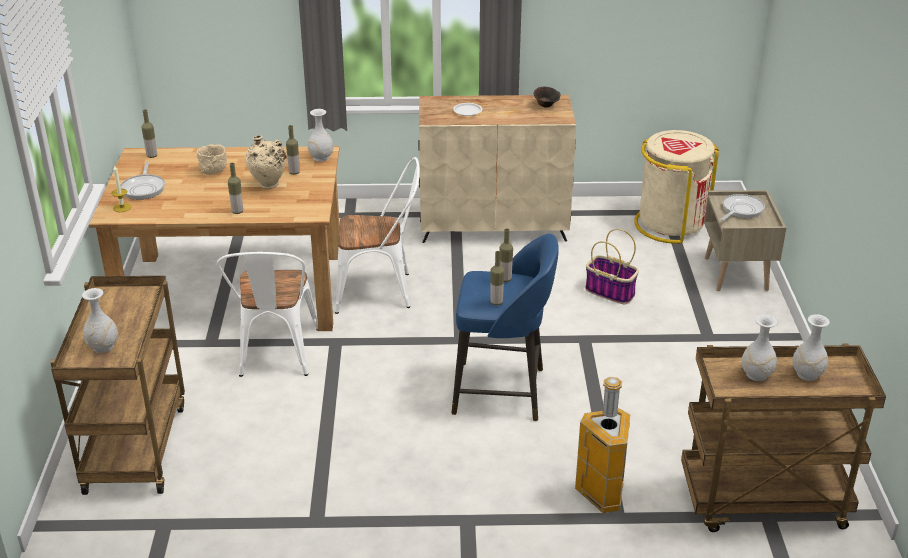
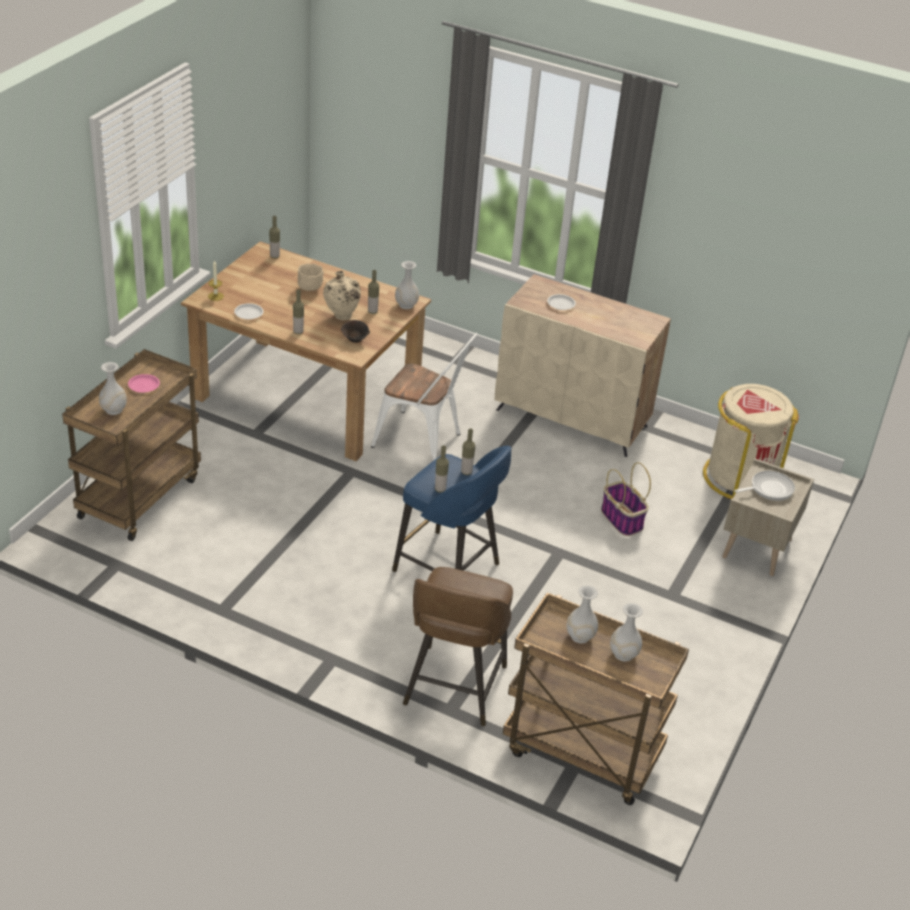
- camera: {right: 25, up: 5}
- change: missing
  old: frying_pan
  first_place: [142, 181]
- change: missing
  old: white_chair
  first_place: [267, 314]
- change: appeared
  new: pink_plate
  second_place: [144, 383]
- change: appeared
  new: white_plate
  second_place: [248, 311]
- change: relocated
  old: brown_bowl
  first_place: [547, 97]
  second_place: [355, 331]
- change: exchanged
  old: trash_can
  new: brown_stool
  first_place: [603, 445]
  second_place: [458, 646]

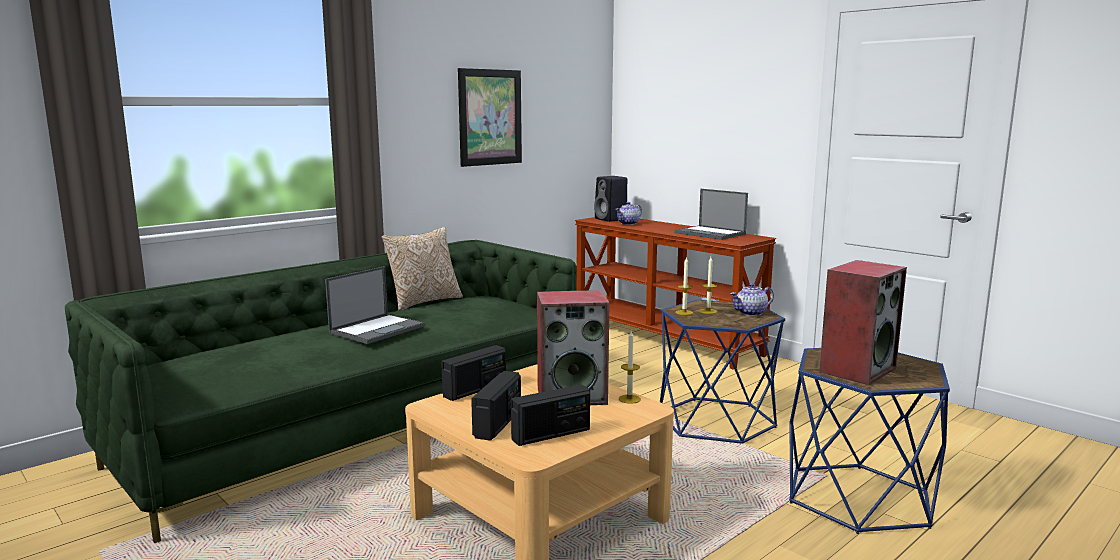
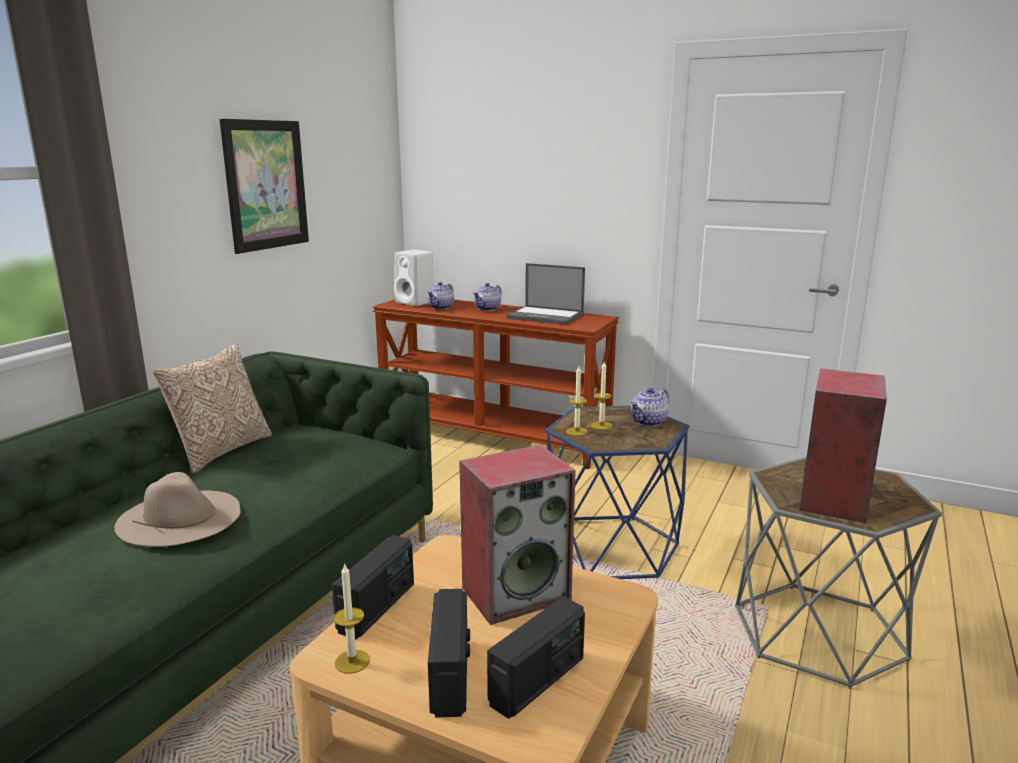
- camera: {right: -20, up: 5}
- change: appeared
  new: teapot
  second_place: [487, 297]
- change: relocated
  old: candle
  first_place: [630, 367]
  second_place: [352, 618]
- change: exchanged
  old: laptop
  new: beige_hat
  first_place: [375, 305]
  second_place: [177, 509]
- change: colour
  old: black_speaker
  new: white_speaker
  first_place: [610, 199]
  second_place: [414, 278]
- change: colour
  old: blue_side_table
  new: grey_side_table
  first_place: [869, 441]
  second_place: [838, 573]

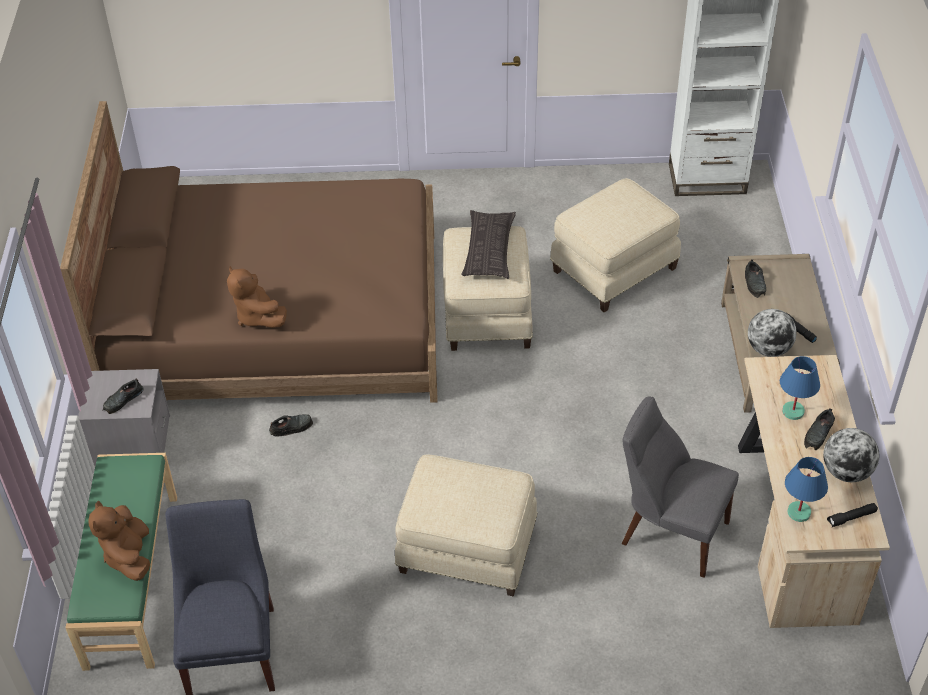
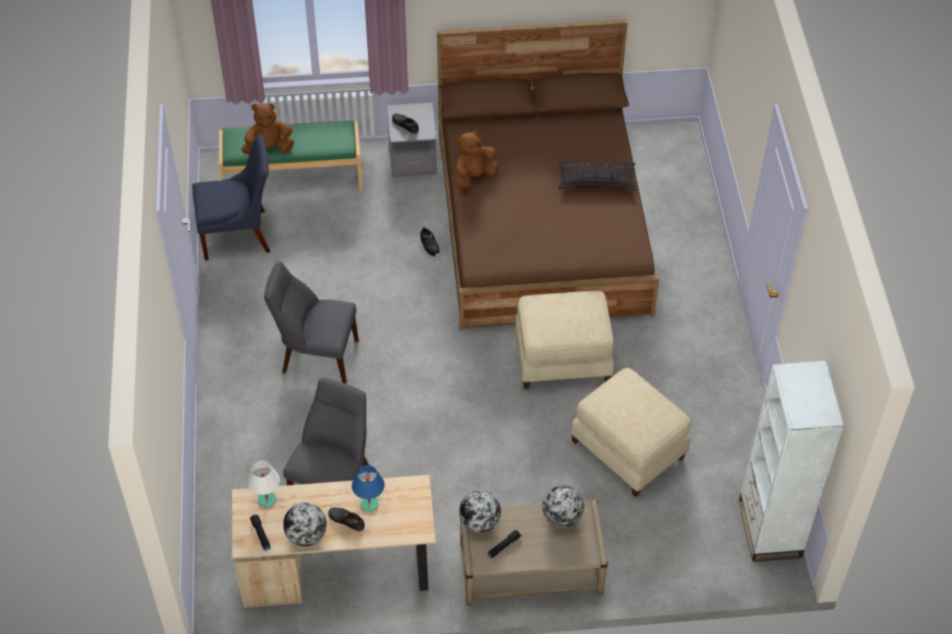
- camera: {right: 85, up: 5}
- change: relocated
  old: pillow
  first_place: [488, 244]
  second_place: [597, 175]
- change: exchanged
  old: beige_ottoman
  new: grey_chair
  first_place: [466, 525]
  second_place: [311, 323]
- change: exchanged
  old: black_shoe
  new: globe
  first_place: [755, 278]
  second_place: [563, 507]
- change: colour
  old: blue_table_lamp
  new: white_table_lamp
  first_place: [806, 489]
  second_place: [263, 484]

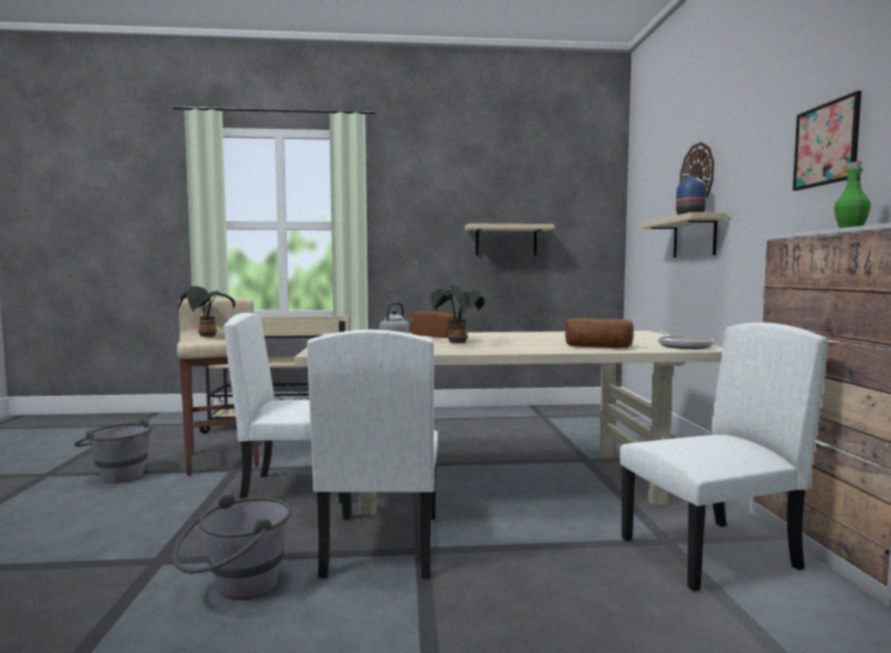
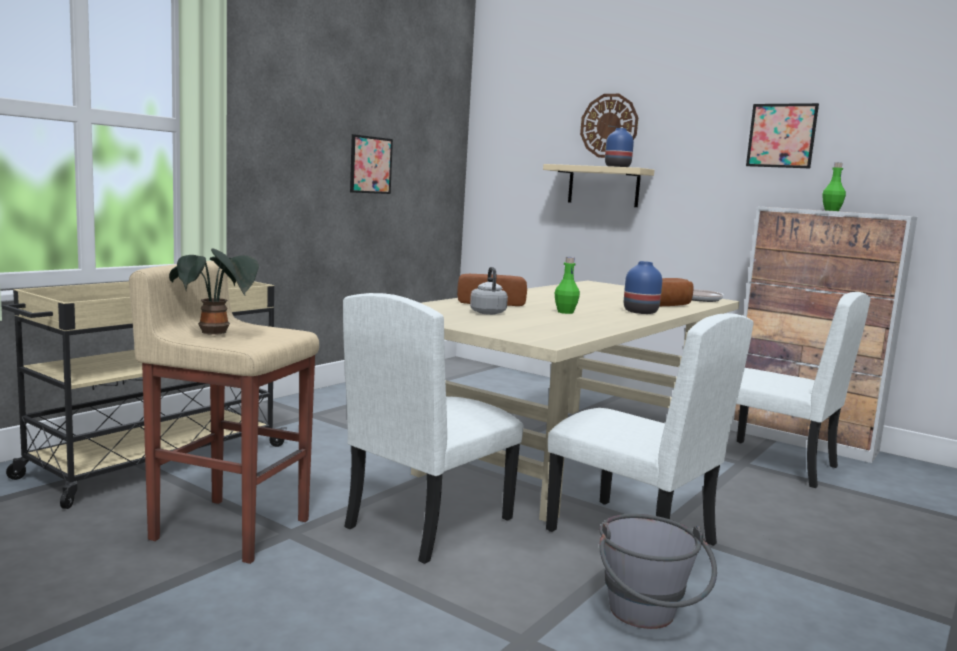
- camera: {right: -50, up: 5}
- change: missing
  old: grey_bucket
  first_place: [113, 450]
- change: appeared
  new: blue_vase
  second_place: [643, 287]
- change: exchanged
  old: potted_plant
  new: green_bottle
  first_place: [458, 313]
  second_place: [567, 285]
- change: exchanged
  old: beige_shelf
  new: picture
  first_place: [509, 239]
  second_place: [371, 164]
- change: spun
  old: white_chair
  first_place: [724, 456]
  second_place: [803, 390]
  degrees: 105

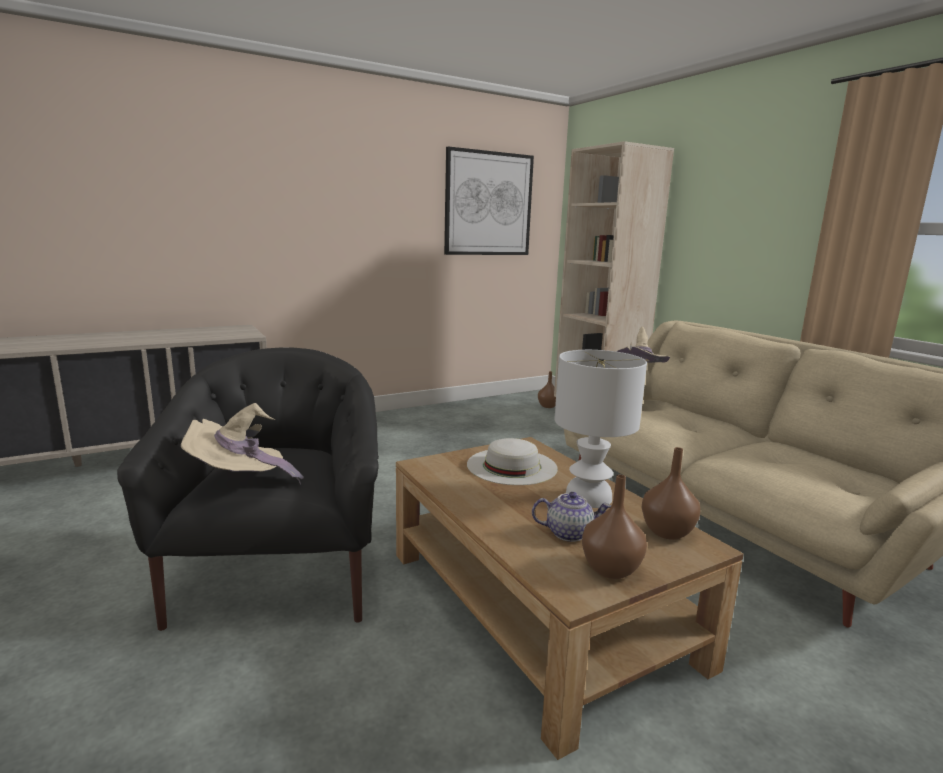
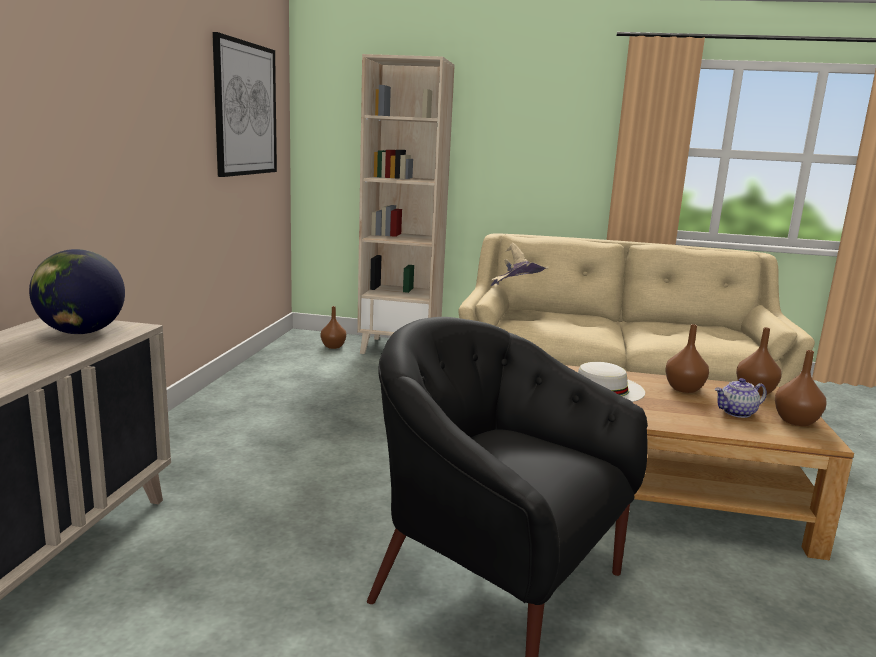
- camera: {right: -50, up: 0}
- change: missing
  old: beige_hat
  first_place: [242, 444]
- change: appeared
  new: globe
  second_place: [77, 291]
- change: exchanged
  old: white_table_lamp
  new: brown_vase
  first_place: [600, 429]
  second_place: [687, 358]
- change: spun
  old: teapot
  first_place: [571, 517]
  second_place: [740, 398]
  degrees: -150

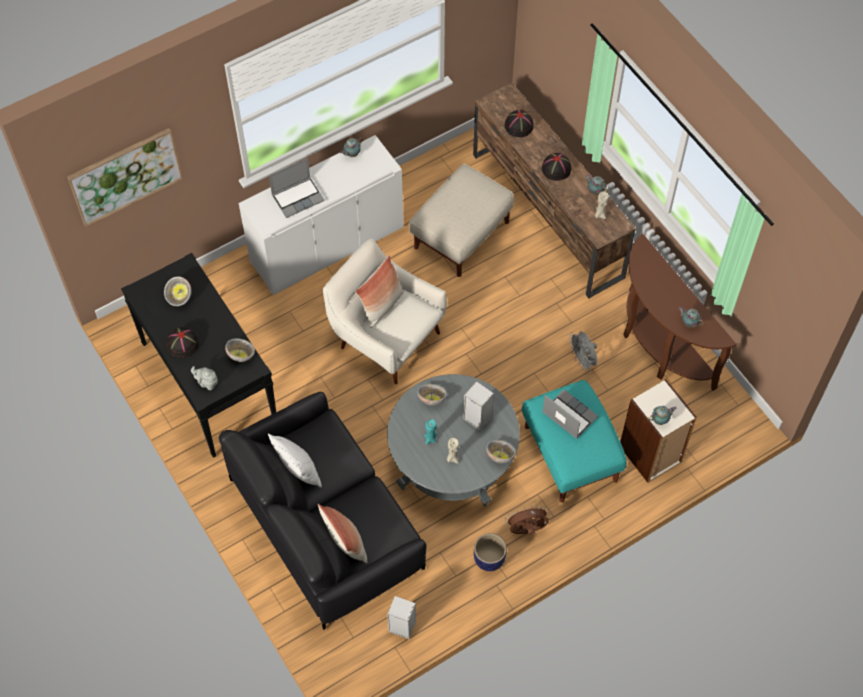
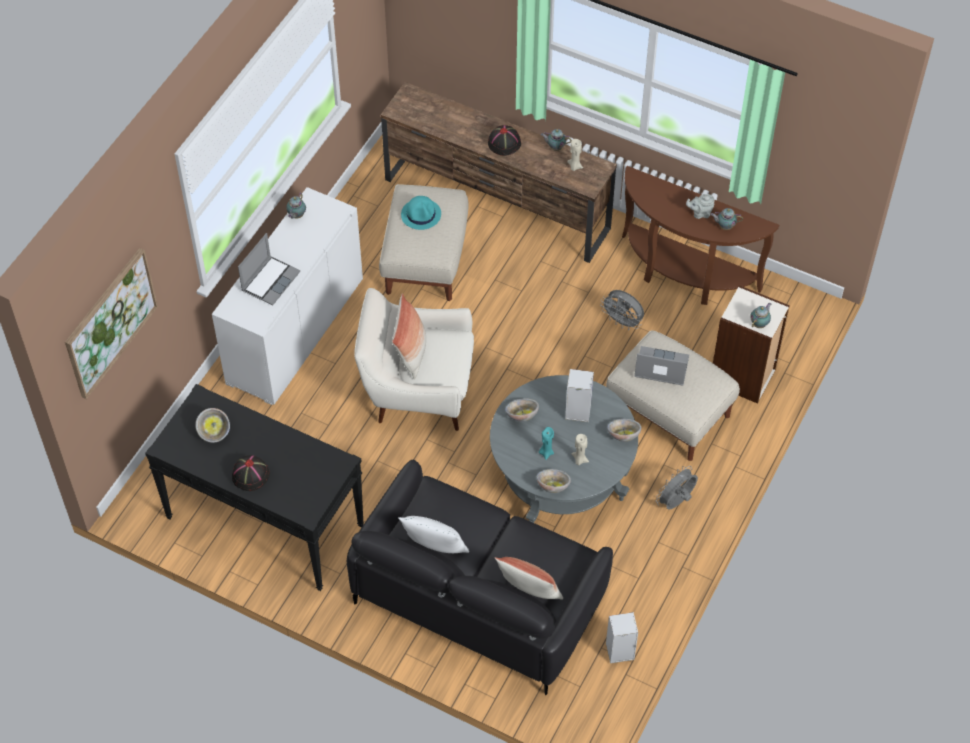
- camera: {right: -30, up: -5}
- change: missing
  old: planter
  first_place: [490, 552]
- change: missing
  old: black_hat
  first_place: [519, 123]
- change: appeared
  new: turquoise_hat
  second_place: [421, 213]
- change: relocated
  old: grey_teapot
  first_place: [204, 378]
  second_place: [700, 206]
- change: relocated
  old: bowl
  first_place: [240, 350]
  second_place: [553, 481]
- change: colour
  old: brown_fan
  new: grey_fan
  first_place: [527, 520]
  second_place: [677, 488]
- change: colour
  old: turquoise_ottoman
  new: beige_ottoman
  first_place: [574, 441]
  second_place: [673, 395]

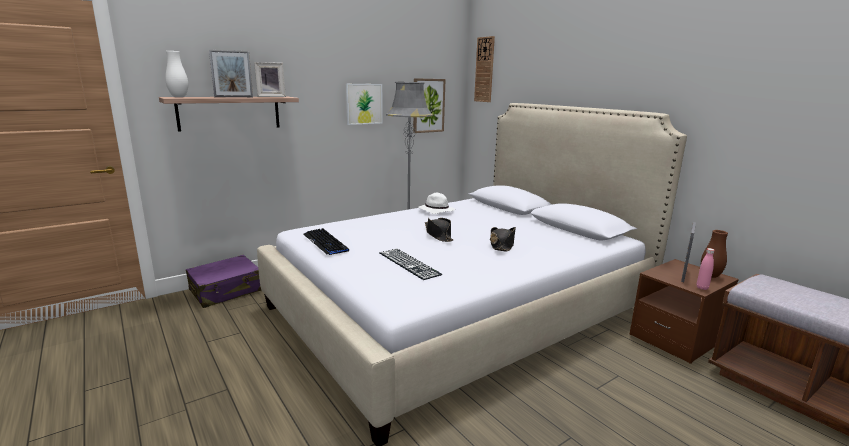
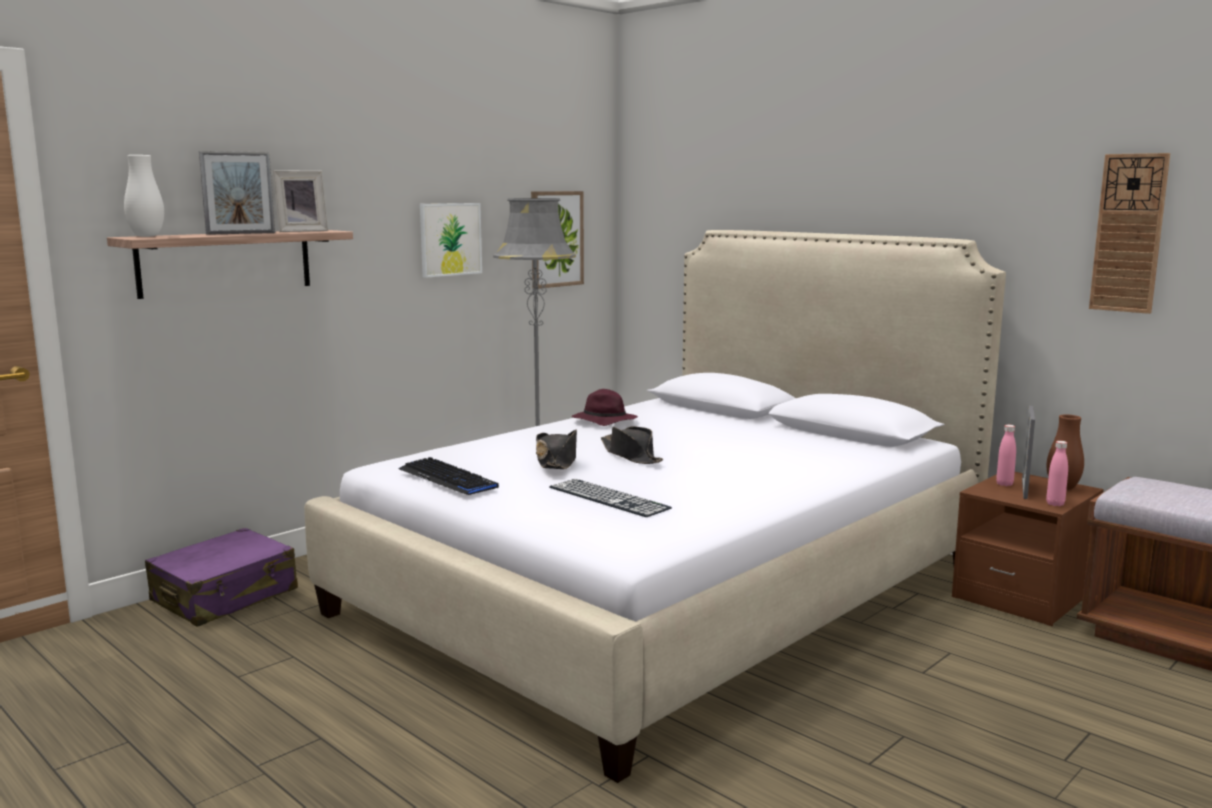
- camera: {right: -10, up: -5}
- change: appeared
  new: pink_bottle
  second_place: [1006, 455]
- change: relocated
  old: wall_clock
  first_place: [484, 69]
  second_place: [1129, 233]
- change: relocated
  old: black_hat
  first_place: [503, 239]
  second_place: [556, 449]
- change: colour
  old: white_hat
  new: purple_hat
  first_place: [436, 203]
  second_place: [605, 407]

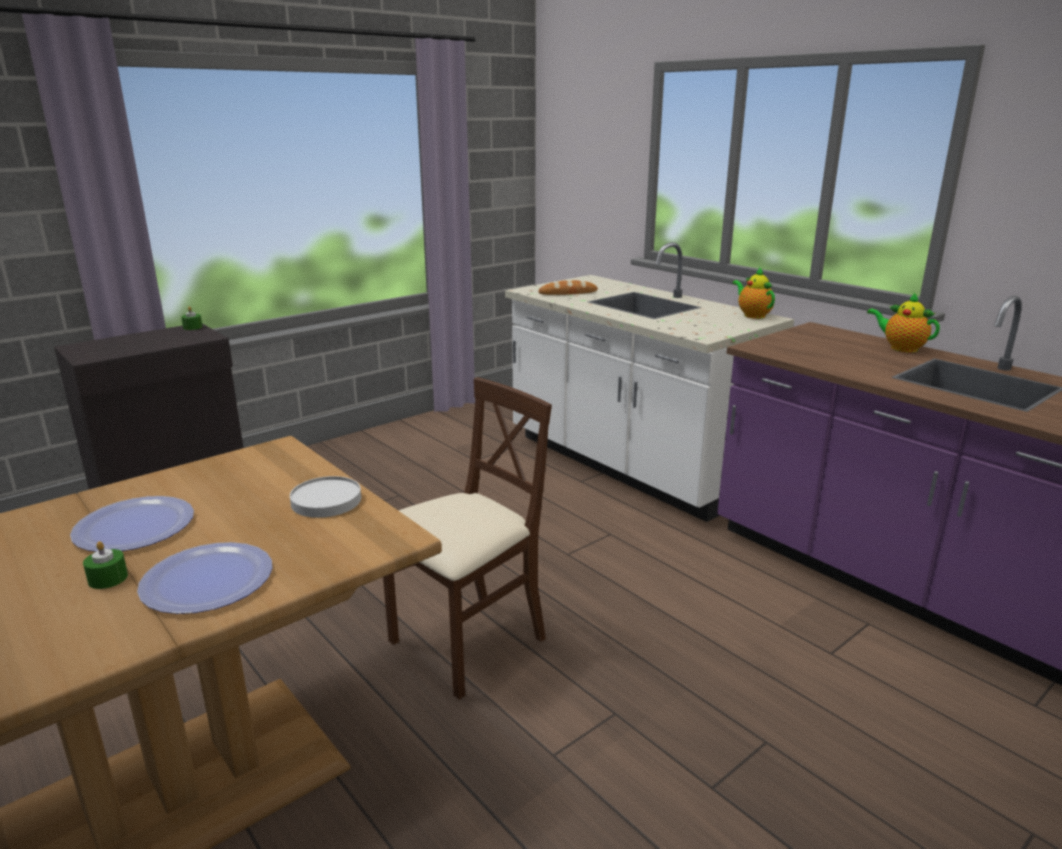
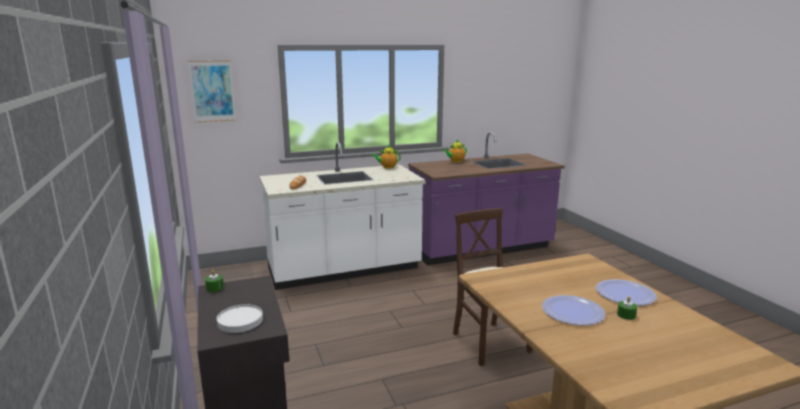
- camera: {right: -70, up: -5}
- change: appeared
  new: picture
  second_place: [212, 91]
- change: relocated
  old: white_plate
  first_place: [325, 497]
  second_place: [240, 318]

